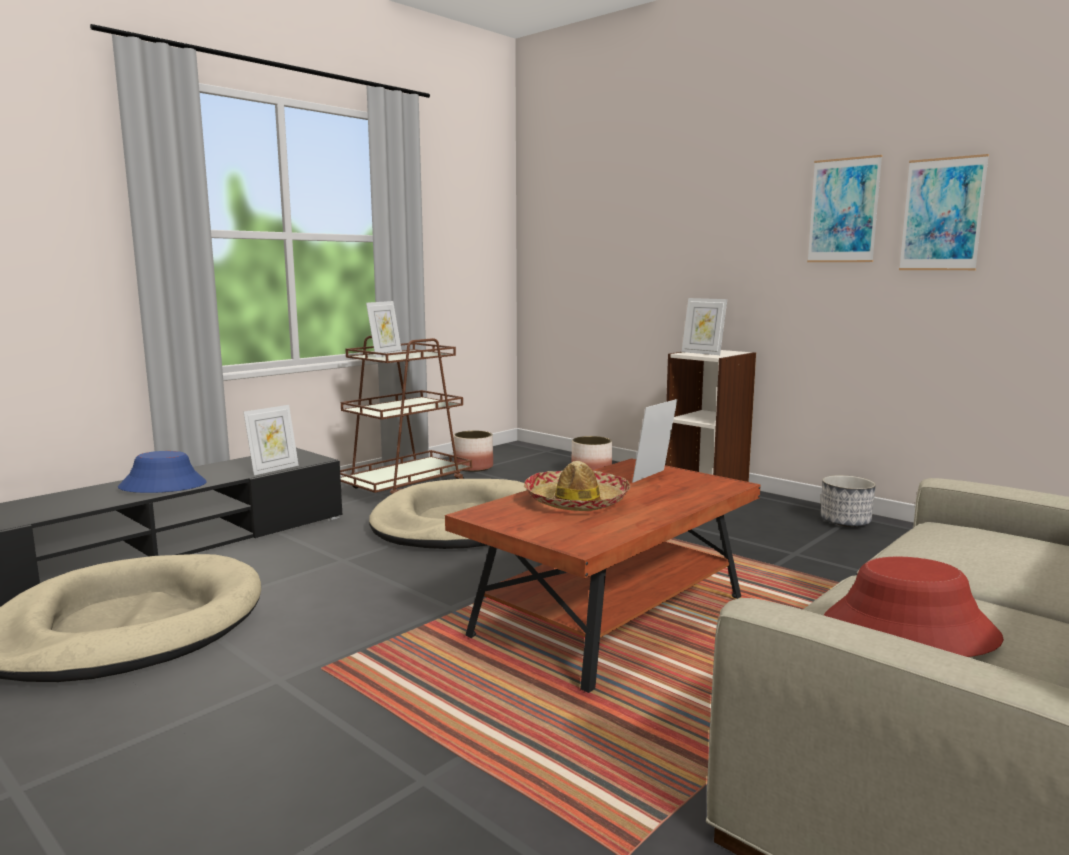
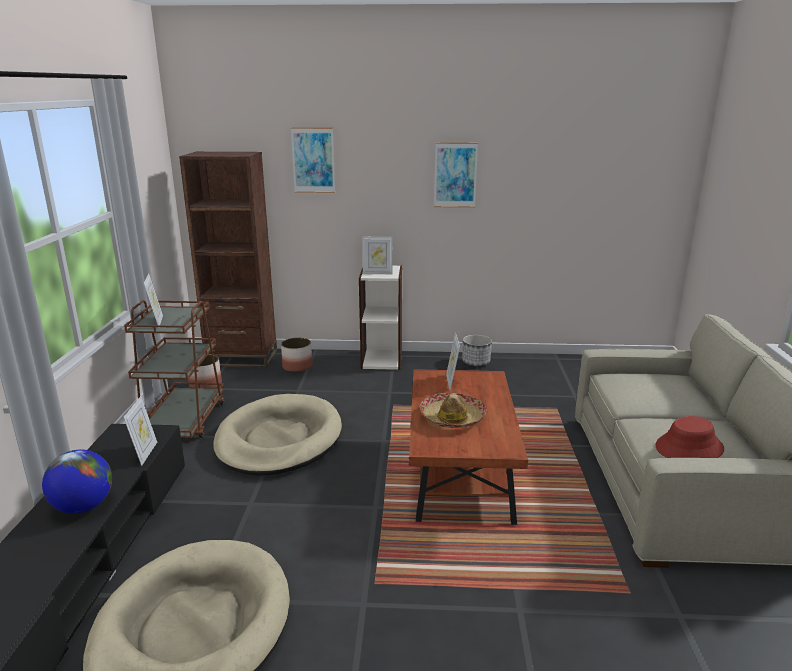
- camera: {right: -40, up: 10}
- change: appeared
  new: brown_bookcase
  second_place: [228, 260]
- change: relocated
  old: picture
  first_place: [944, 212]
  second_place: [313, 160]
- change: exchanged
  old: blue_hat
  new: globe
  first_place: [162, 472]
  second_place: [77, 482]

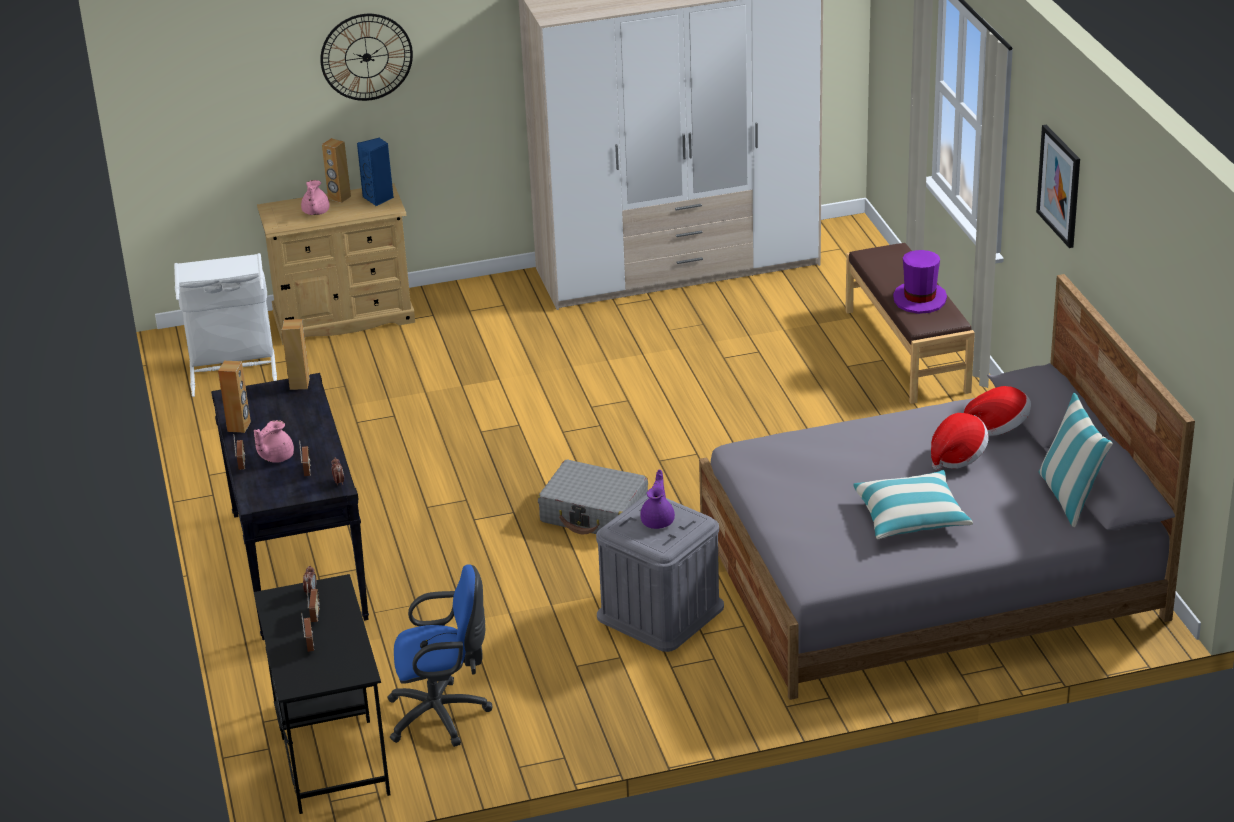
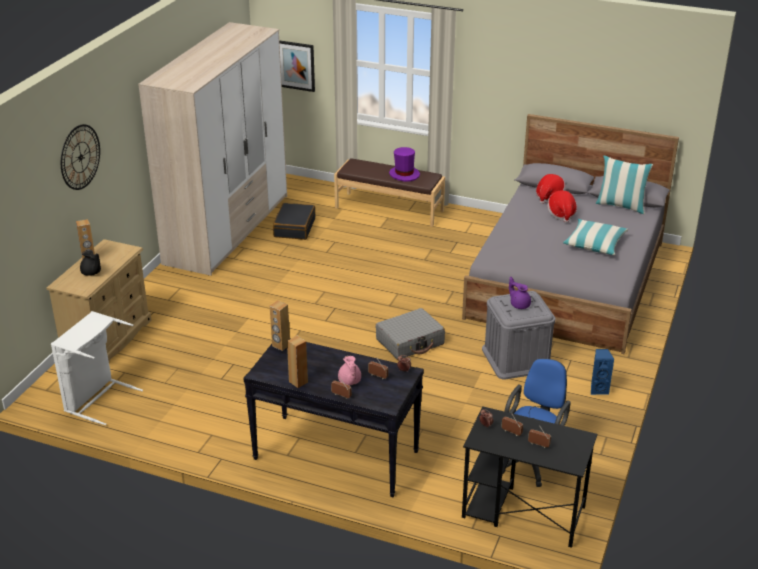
- camera: {right: -55, up: 0}
- change: appeared
  new: black_suitcase
  second_place: [294, 221]
- change: relocated
  old: blue_speaker
  first_place: [375, 172]
  second_place: [602, 372]
- change: relocated
  old: picture
  first_place: [1058, 186]
  second_place: [297, 66]
- change: colour
  old: pink_teapot
  new: black_teapot
  first_place: [315, 197]
  second_place: [90, 263]

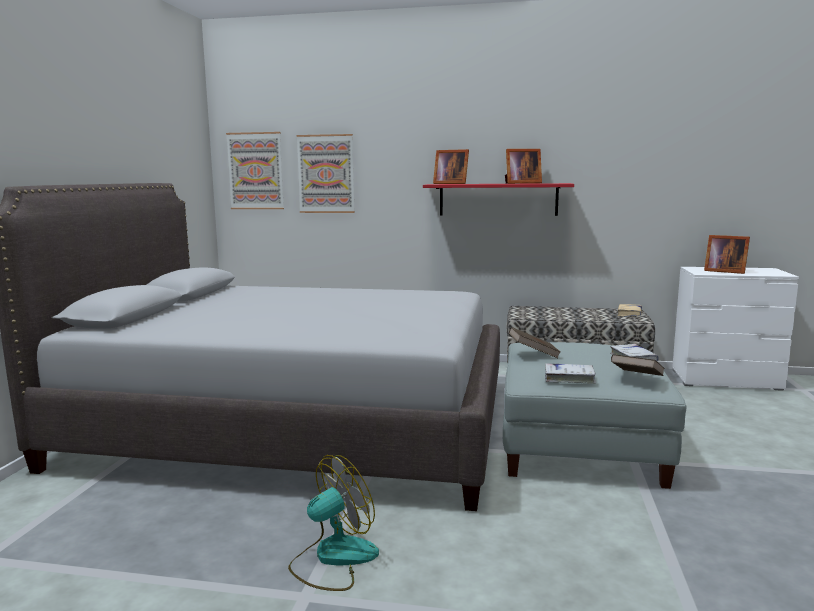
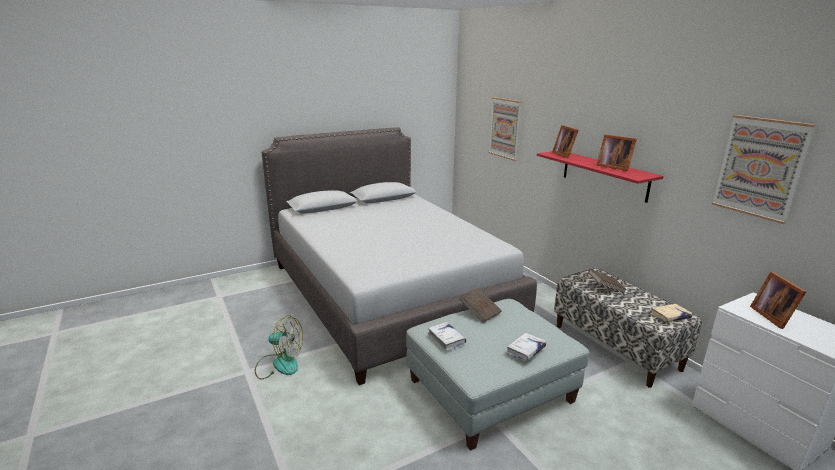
- camera: {right: 50, up: 10}
- change: relocated
  old: picture
  first_place: [255, 170]
  second_place: [764, 169]
- change: relocated
  old: brown_book
  first_place: [638, 365]
  second_place: [607, 281]

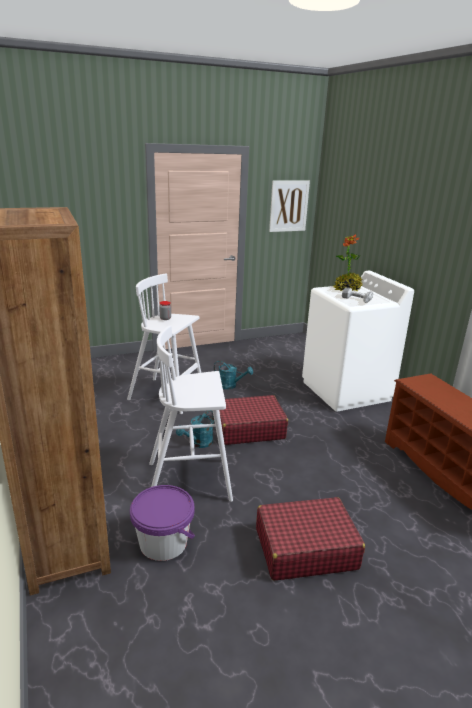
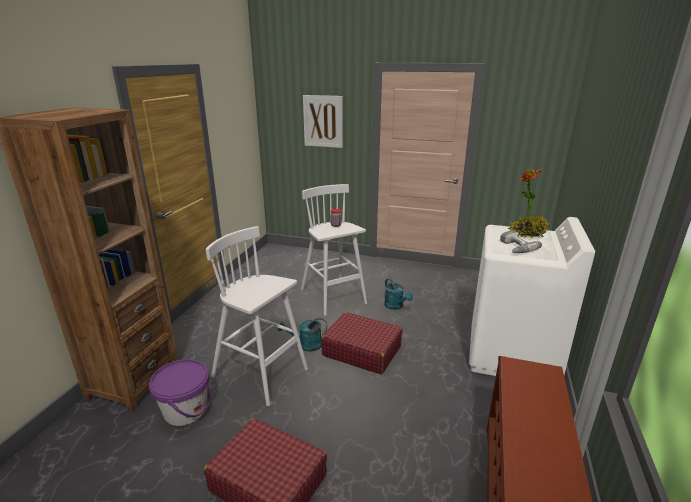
- camera: {right: 40, up: 0}
- change: relocated
  old: picture
  first_place: [289, 206]
  second_place: [323, 121]

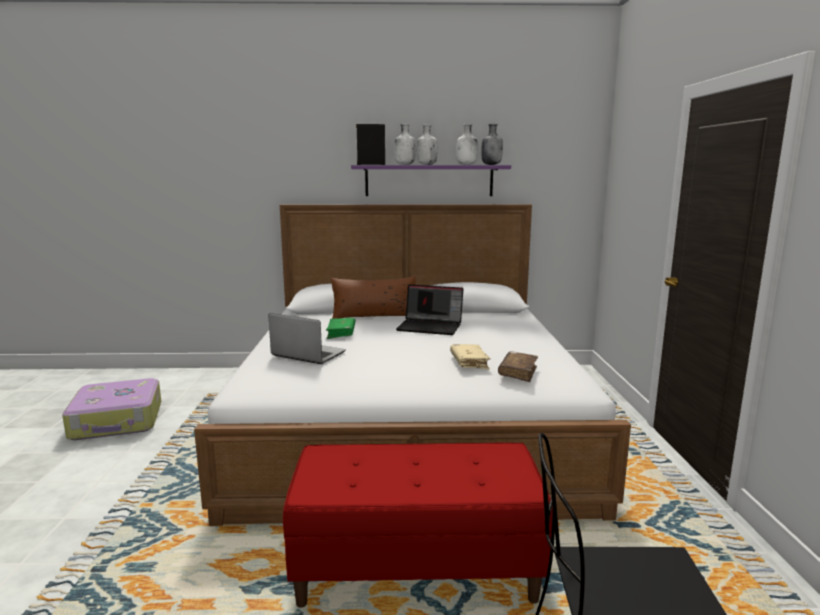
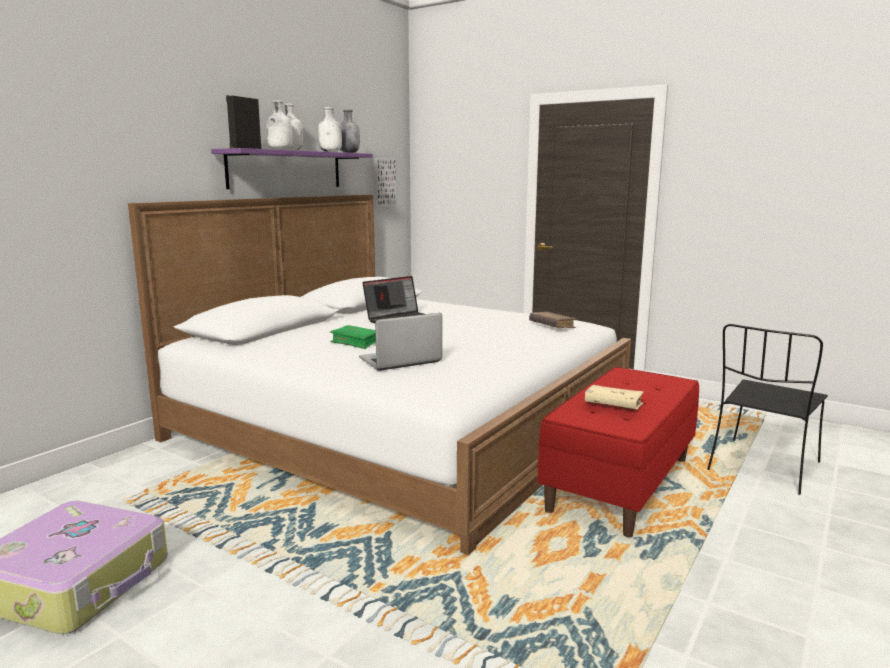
- camera: {right: -55, up: 0}
- change: missing
  old: brown_pillow
  first_place: [373, 297]
- change: appeared
  new: picture
  second_place: [385, 182]
- change: relocated
  old: beige_book
  first_place: [470, 356]
  second_place: [614, 397]

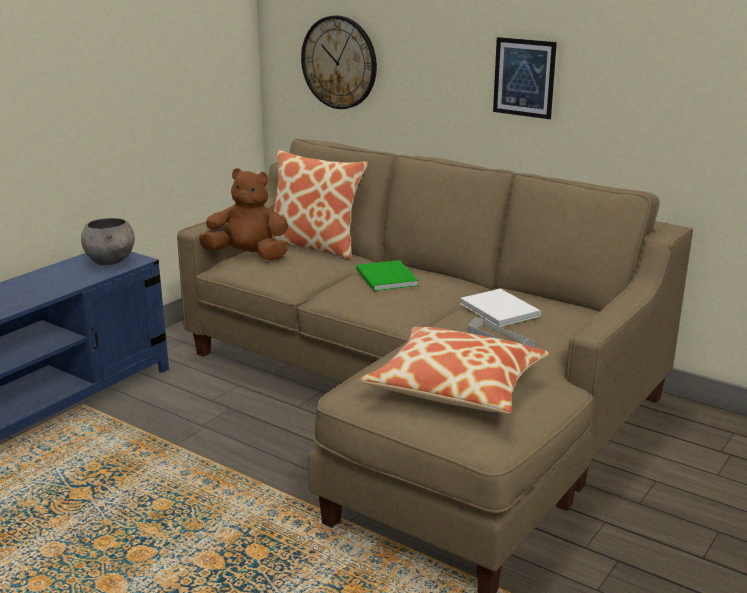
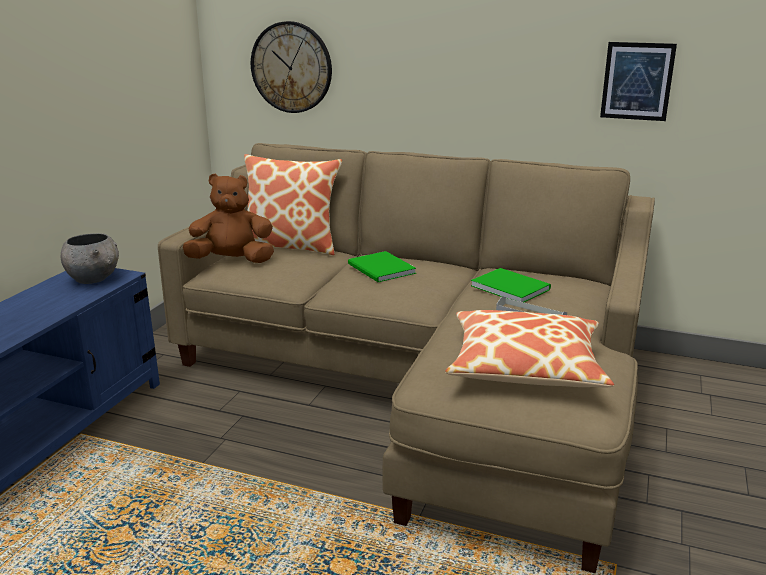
- camera: {right: -15, up: 0}
- change: relocated
  old: picture
  first_place: [525, 78]
  second_place: [638, 81]
- change: colour
  old: white_book
  new: green_book
  first_place: [500, 308]
  second_place: [511, 285]

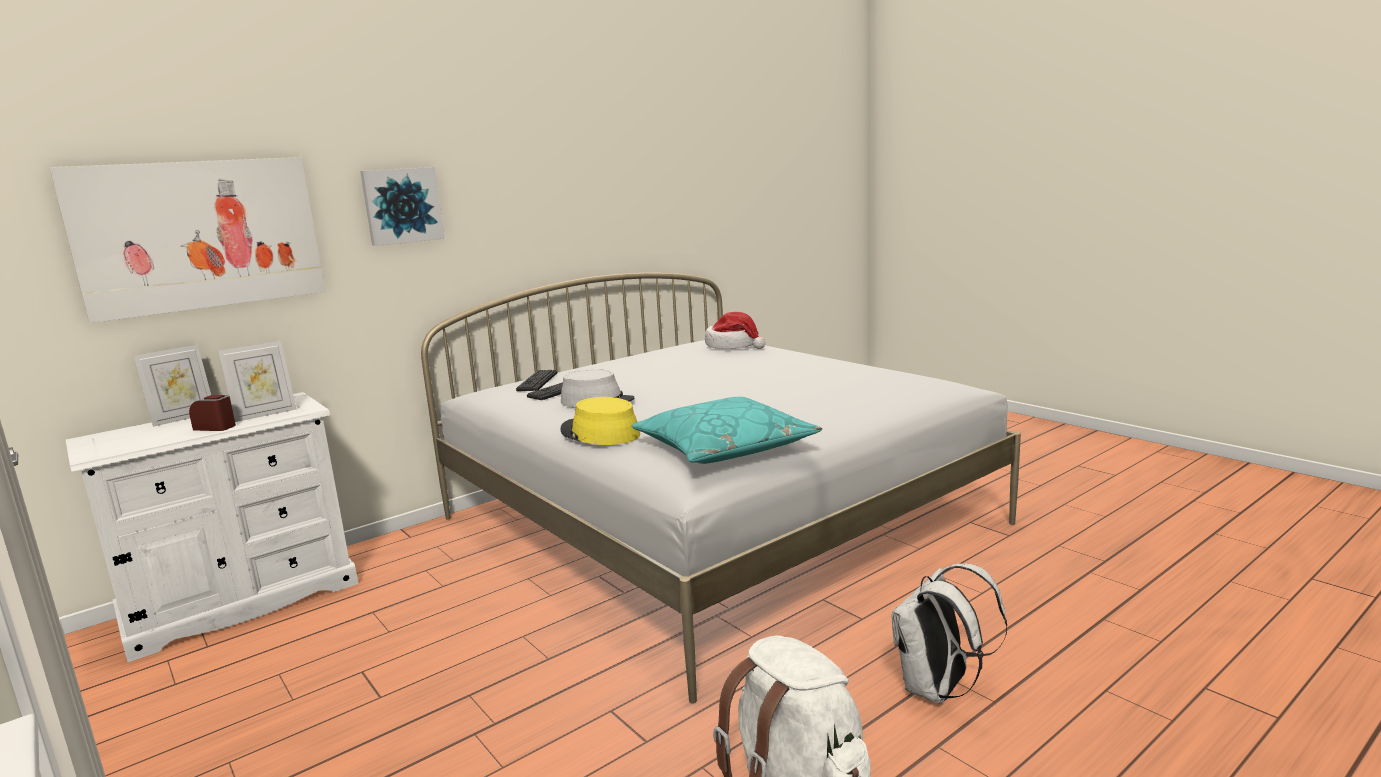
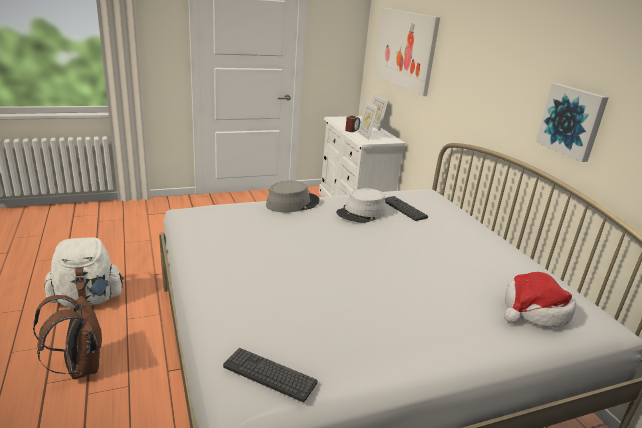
- camera: {right: 105, up: 10}
- change: missing
  old: turquoise_pillow
  first_place: [727, 430]
- change: relocated
  old: picture
  first_place: [402, 206]
  second_place: [572, 122]
- change: relocated
  old: keyboard
  first_place: [536, 380]
  second_place: [270, 375]
- change: colour
  old: yellow_hat
  new: grey_hat
  first_place: [600, 421]
  second_place: [292, 197]
- change: colour
  old: white_backpack
  new: brown_backpack
  first_place: [949, 633]
  second_place: [67, 337]

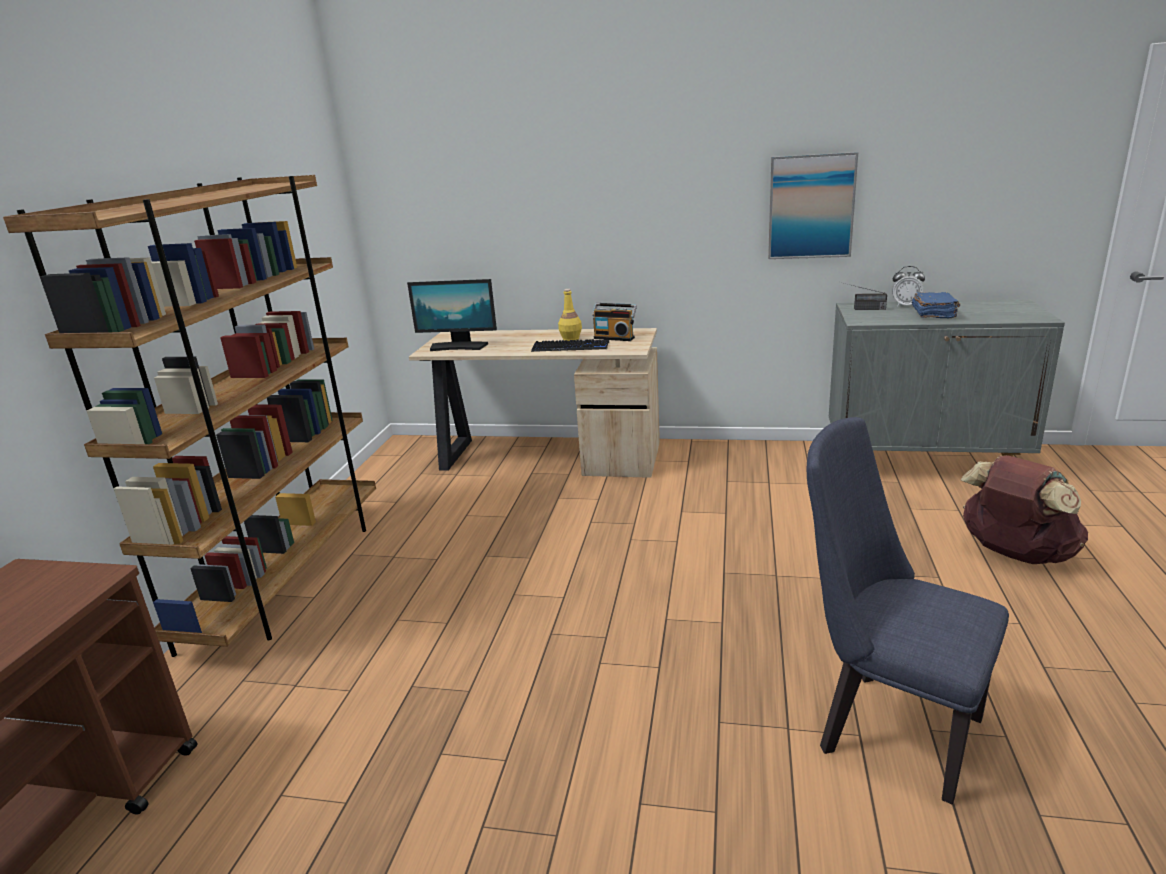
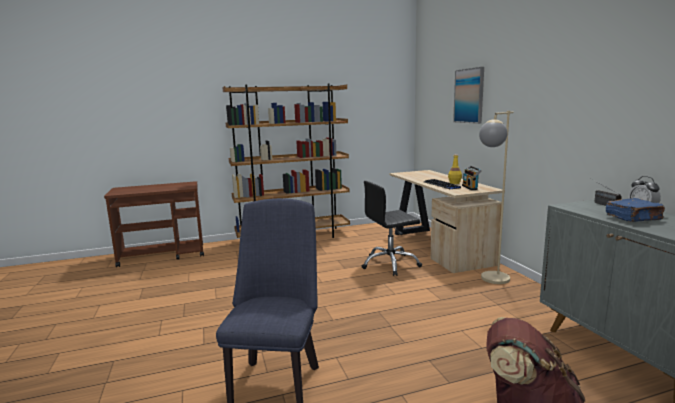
- camera: {right: 60, up: -10}
- change: missing
  old: monitor
  first_place: [452, 315]
- change: appeared
  new: black_office_chair
  second_place: [392, 228]
- change: appeared
  new: beige_floor_lamp
  second_place: [496, 197]
- change: relocated
  old: picture
  first_place: [813, 205]
  second_place: [468, 95]

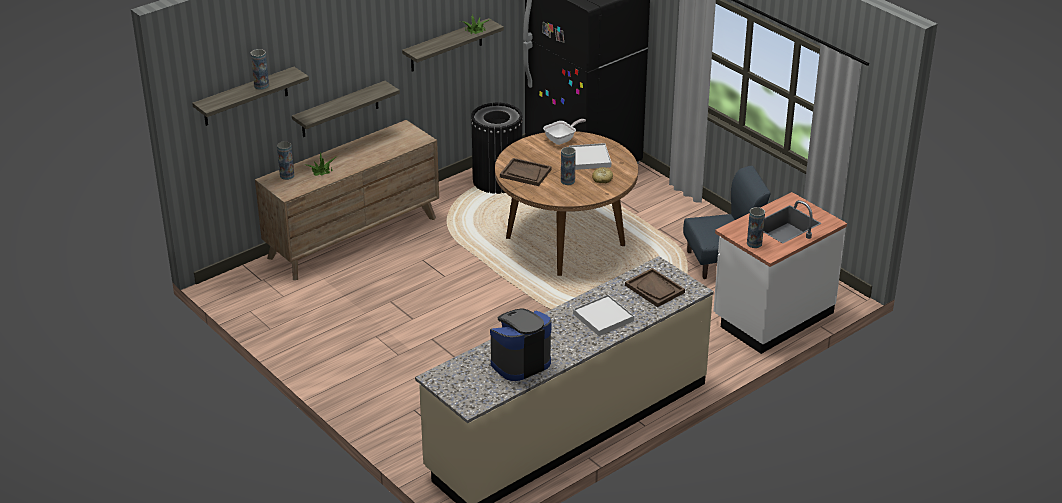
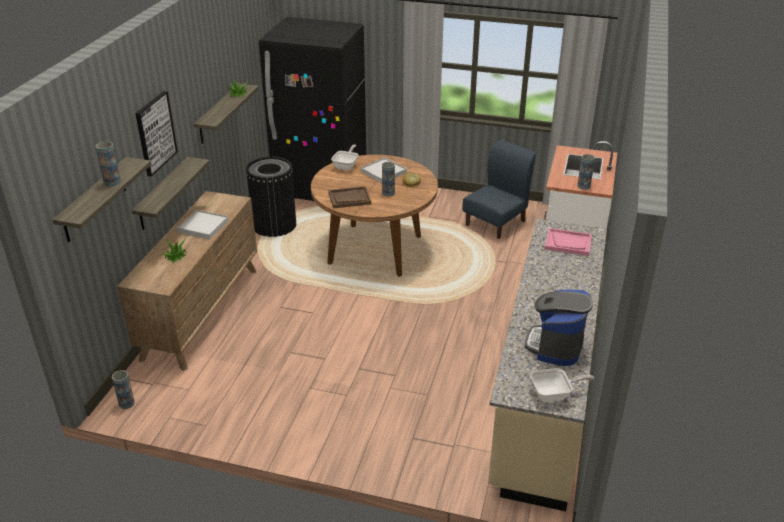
- camera: {right: -35, up: 0}
- change: appeared
  new: picture
  second_place: [156, 134]
- change: appeared
  new: frying_pan
  second_place: [562, 385]
- change: relocated
  old: vase
  first_place: [285, 160]
  second_place: [123, 389]
- change: relocated
  old: white_tray
  first_place: [603, 315]
  second_place: [203, 224]
- change: colour
  old: brown_tray
  new: pink_tray
  first_place: [655, 287]
  second_place: [568, 242]

